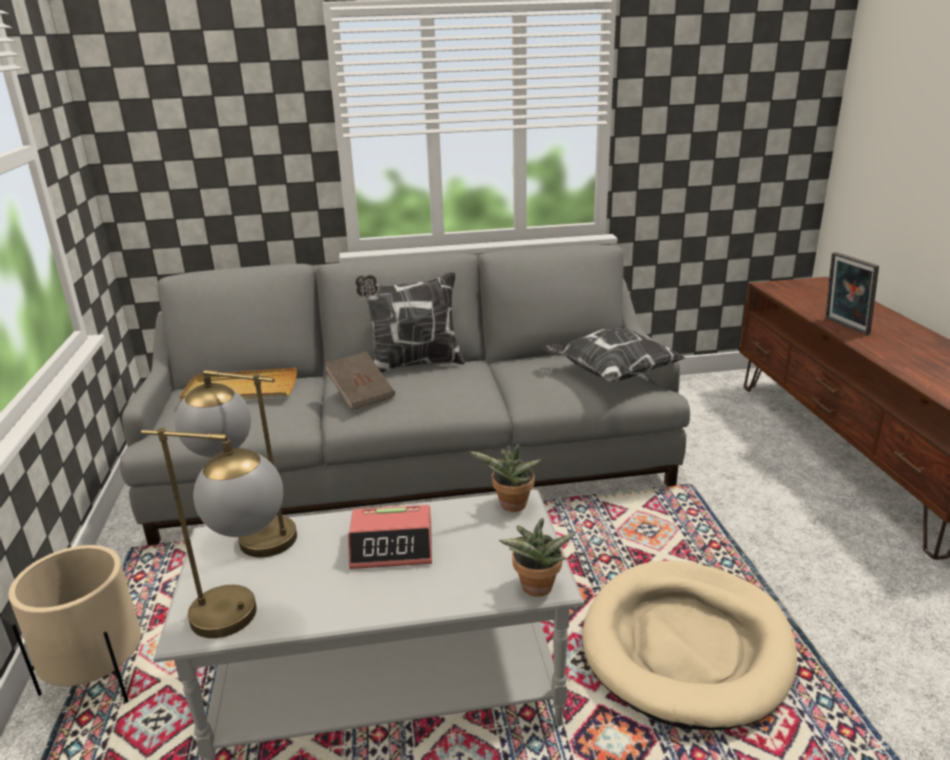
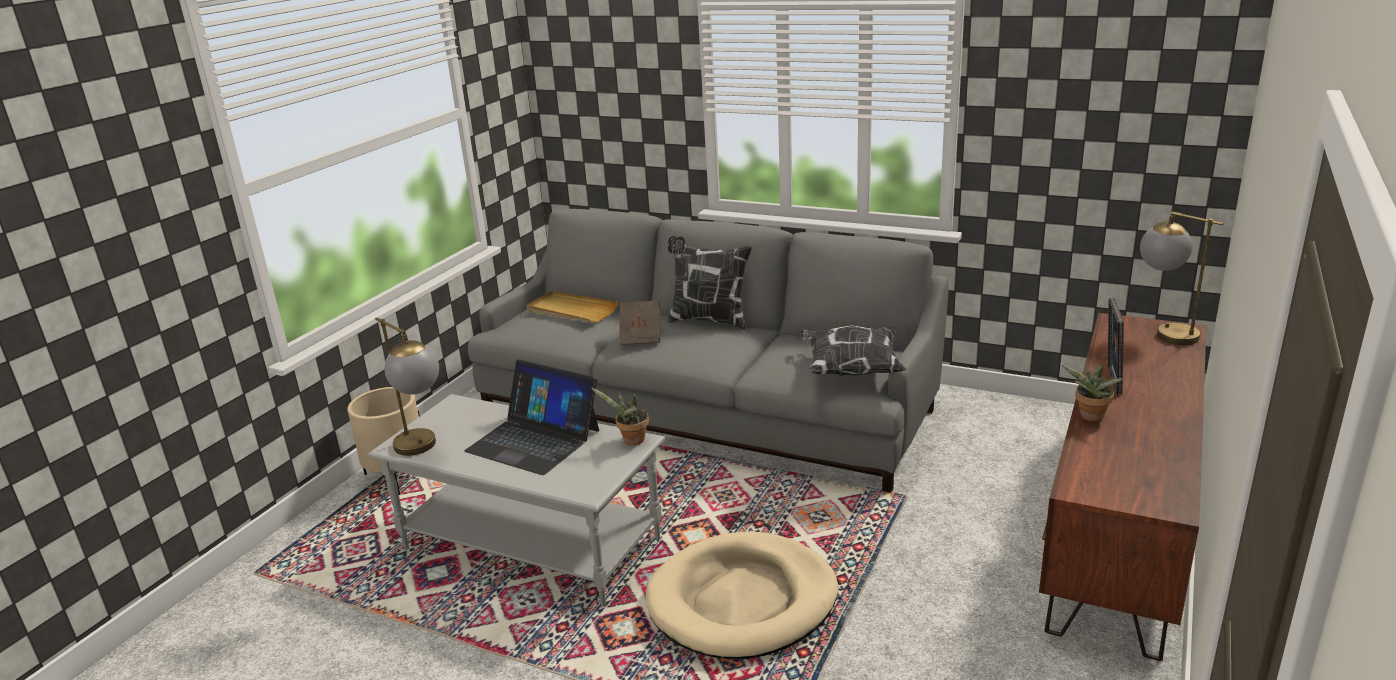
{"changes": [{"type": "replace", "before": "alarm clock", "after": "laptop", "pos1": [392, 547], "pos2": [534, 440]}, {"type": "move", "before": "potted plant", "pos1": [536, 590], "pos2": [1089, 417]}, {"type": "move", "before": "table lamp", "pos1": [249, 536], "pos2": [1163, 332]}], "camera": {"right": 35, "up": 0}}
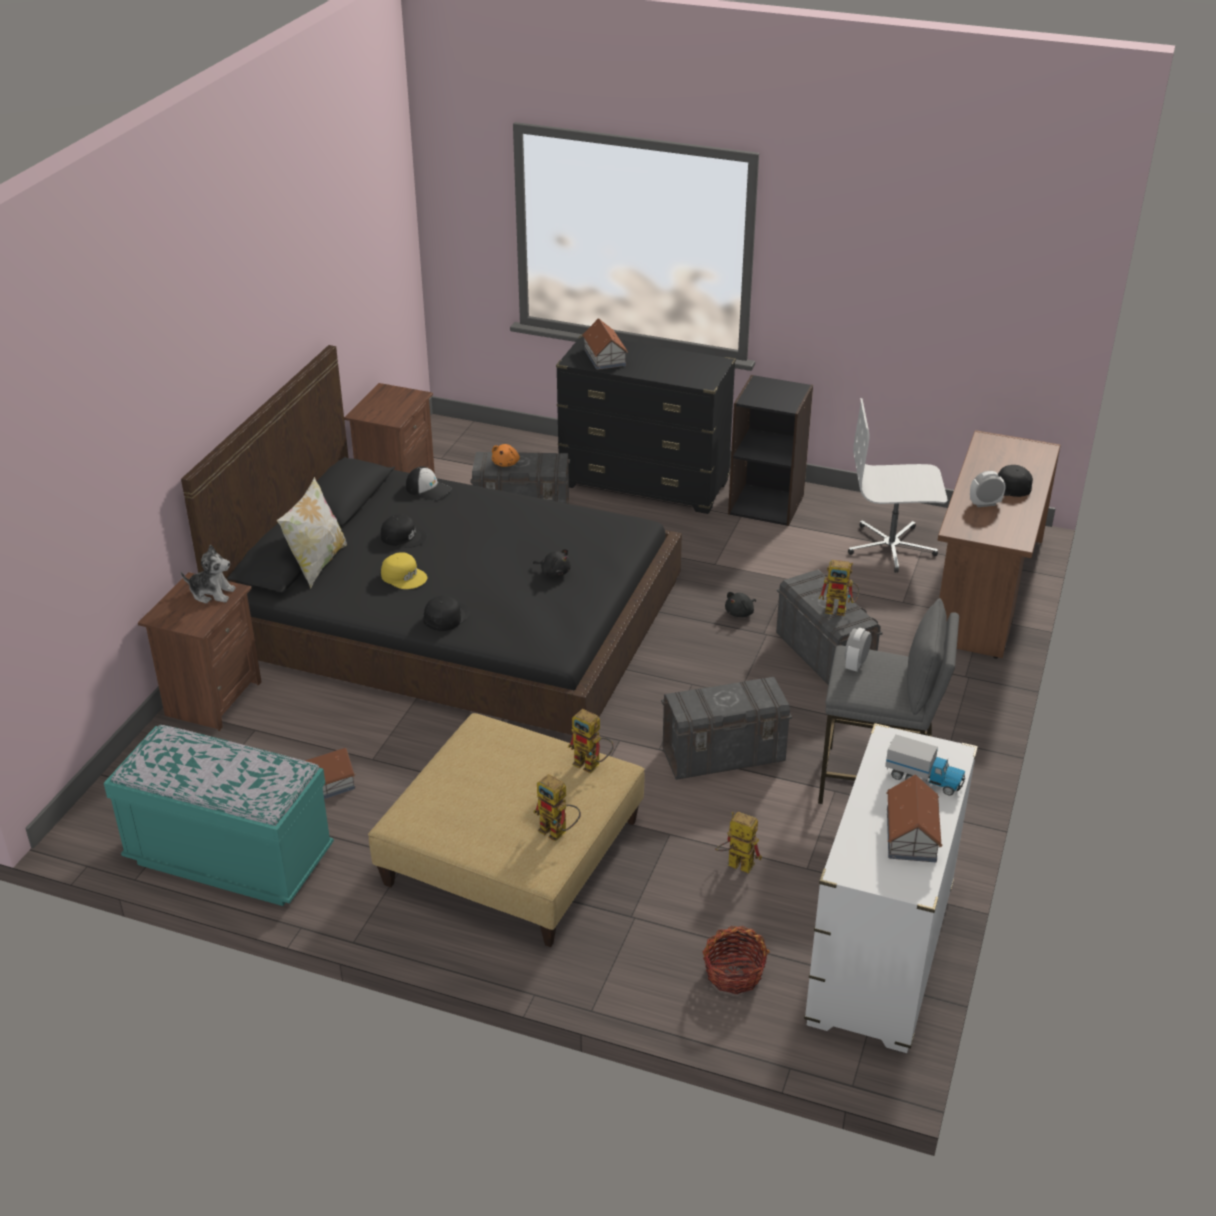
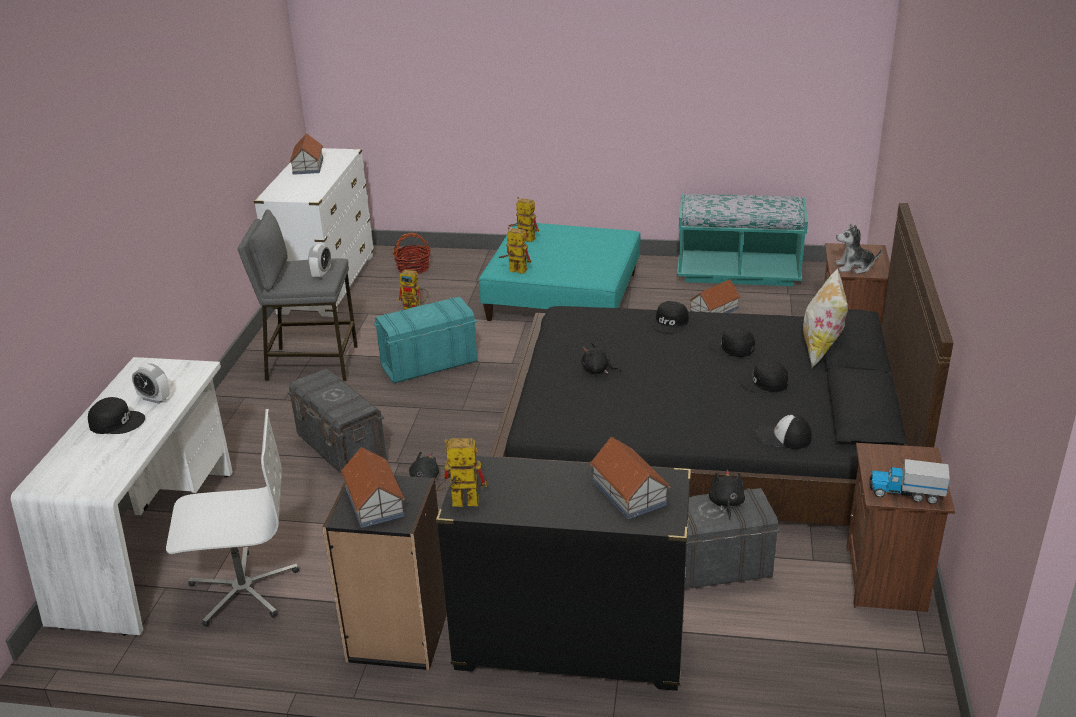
{"changes": [{"type": "recolor", "before": "brown desk", "after": "white desk", "pos1": [984, 591], "pos2": [152, 544]}, {"type": "rotate", "before": "alarm clock", "pos1": [985, 504], "pos2": [154, 399], "turn": 45}, {"type": "insert", "after": "toy house", "pos2": [374, 501]}, {"type": "recolor", "before": "grey storage box", "after": "turquoise storage box", "pos1": [724, 756], "pos2": [428, 364]}, {"type": "move", "before": "toy robot", "pos1": [840, 609], "pos2": [458, 503]}, {"type": "recolor", "before": "beige ottoman", "after": "turquoise ottoman", "pos1": [513, 852], "pos2": [562, 297]}, {"type": "recolor", "before": "yellow cap", "after": "black cap", "pos1": [404, 576], "pos2": [732, 347]}, {"type": "recolor", "before": "orange plush toy", "after": "black plush toy", "pos1": [506, 463], "pos2": [726, 503]}, {"type": "move", "before": "toy truck", "pos1": [924, 779], "pos2": [906, 493]}], "camera": {"right": 170, "up": -5}}
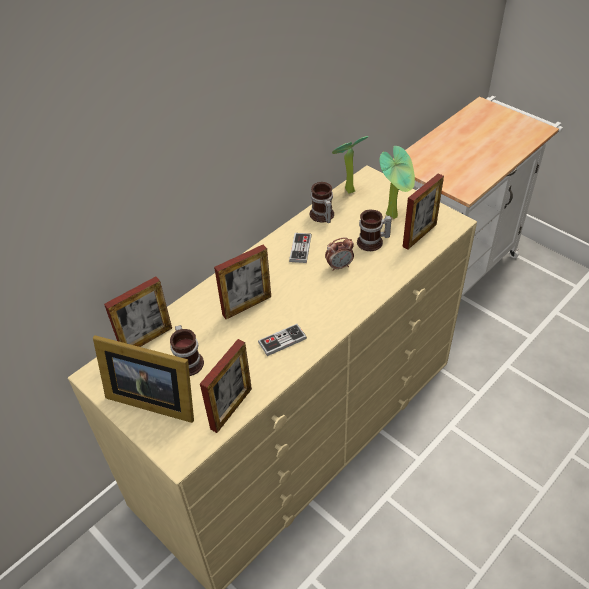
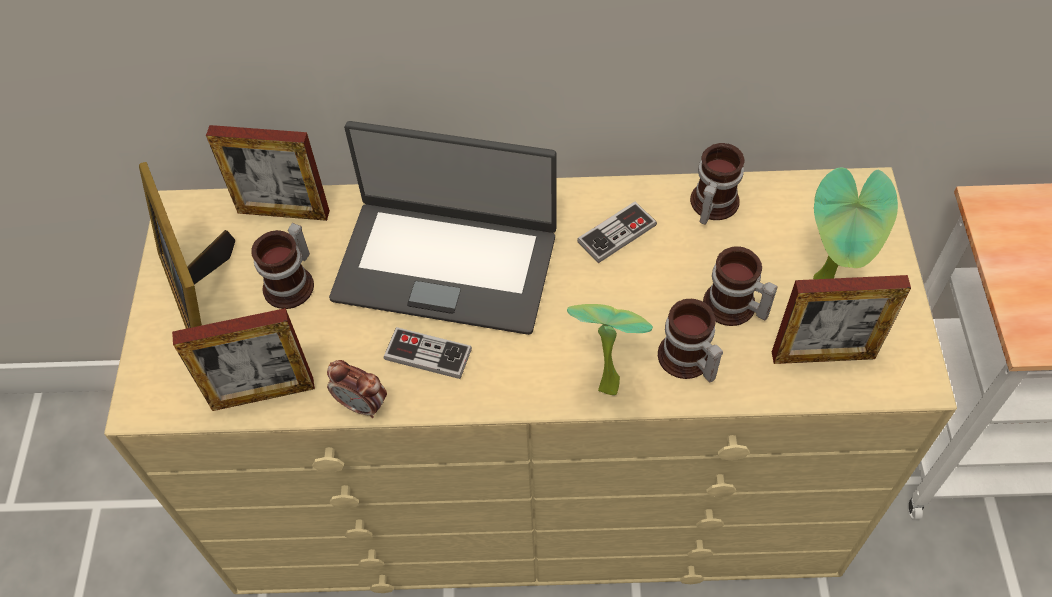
{"changes": [{"type": "move", "before": "alarm clock", "pos1": [339, 266], "pos2": [362, 405]}, {"type": "replace", "before": "picture frame", "after": "laptop", "pos1": [247, 306], "pos2": [446, 264]}, {"type": "move", "before": "potted plant", "pos1": [347, 190], "pos2": [606, 380]}, {"type": "insert", "after": "mug", "pos2": [686, 361]}], "camera": {"right": 45, "up": 10}}
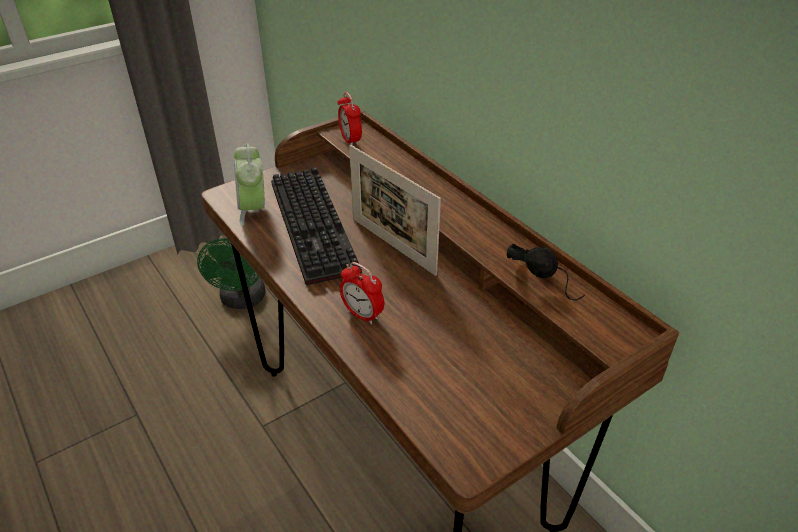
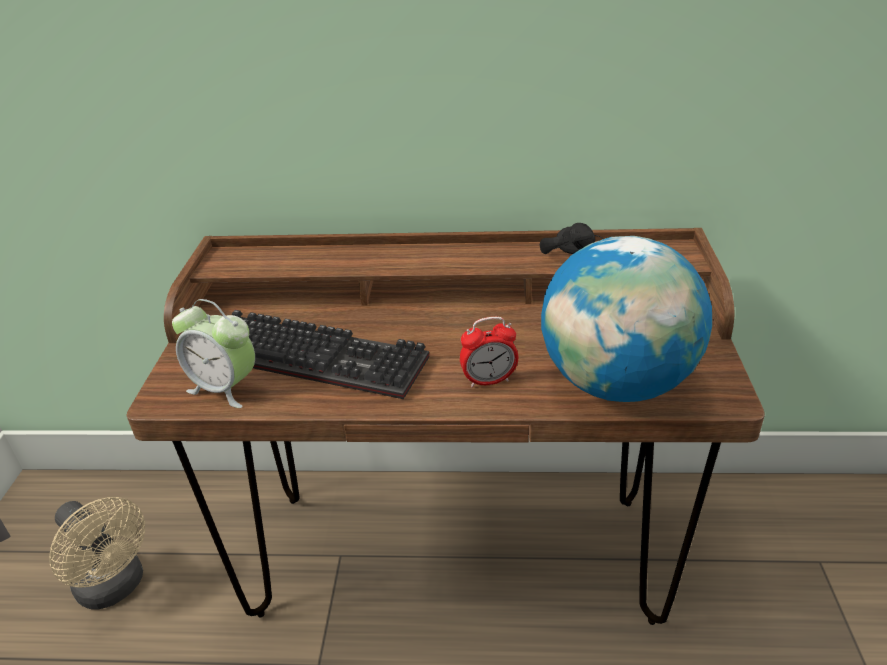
{"changes": [{"type": "recolor", "before": "green fan", "after": "beige fan", "pos1": [242, 300], "pos2": [116, 587]}, {"type": "insert", "after": "globe", "pos2": [616, 383]}, {"type": "delete", "before": "alarm clock", "pos1": [350, 140]}, {"type": "delete", "before": "picture frame", "pos1": [393, 245]}], "camera": {"right": -50, "up": -5}}
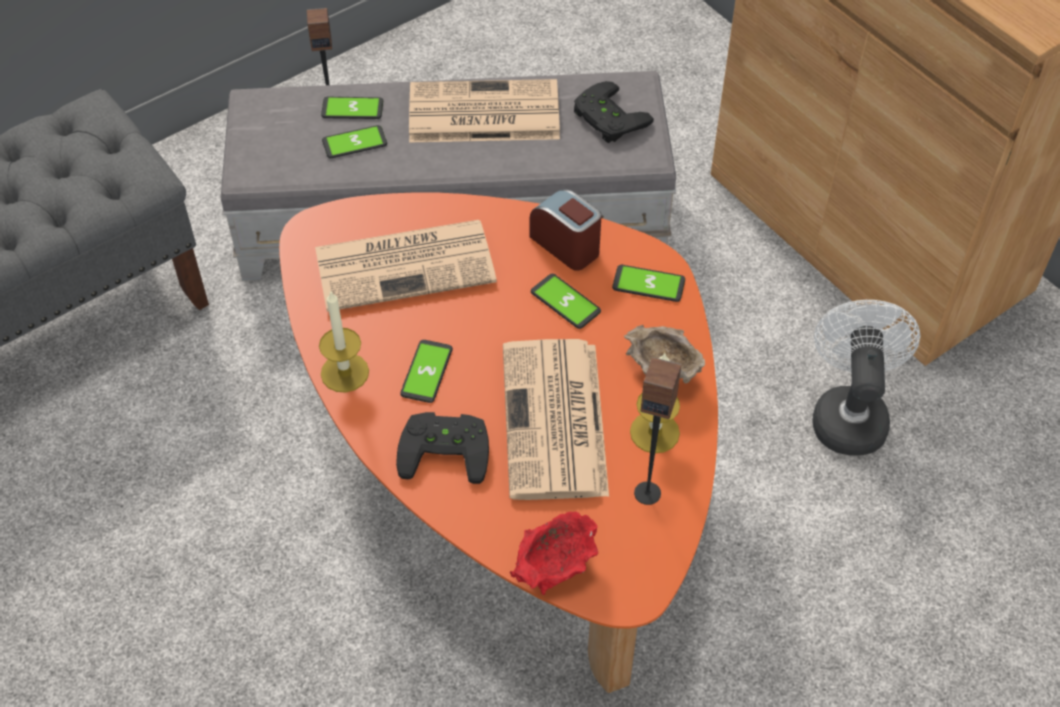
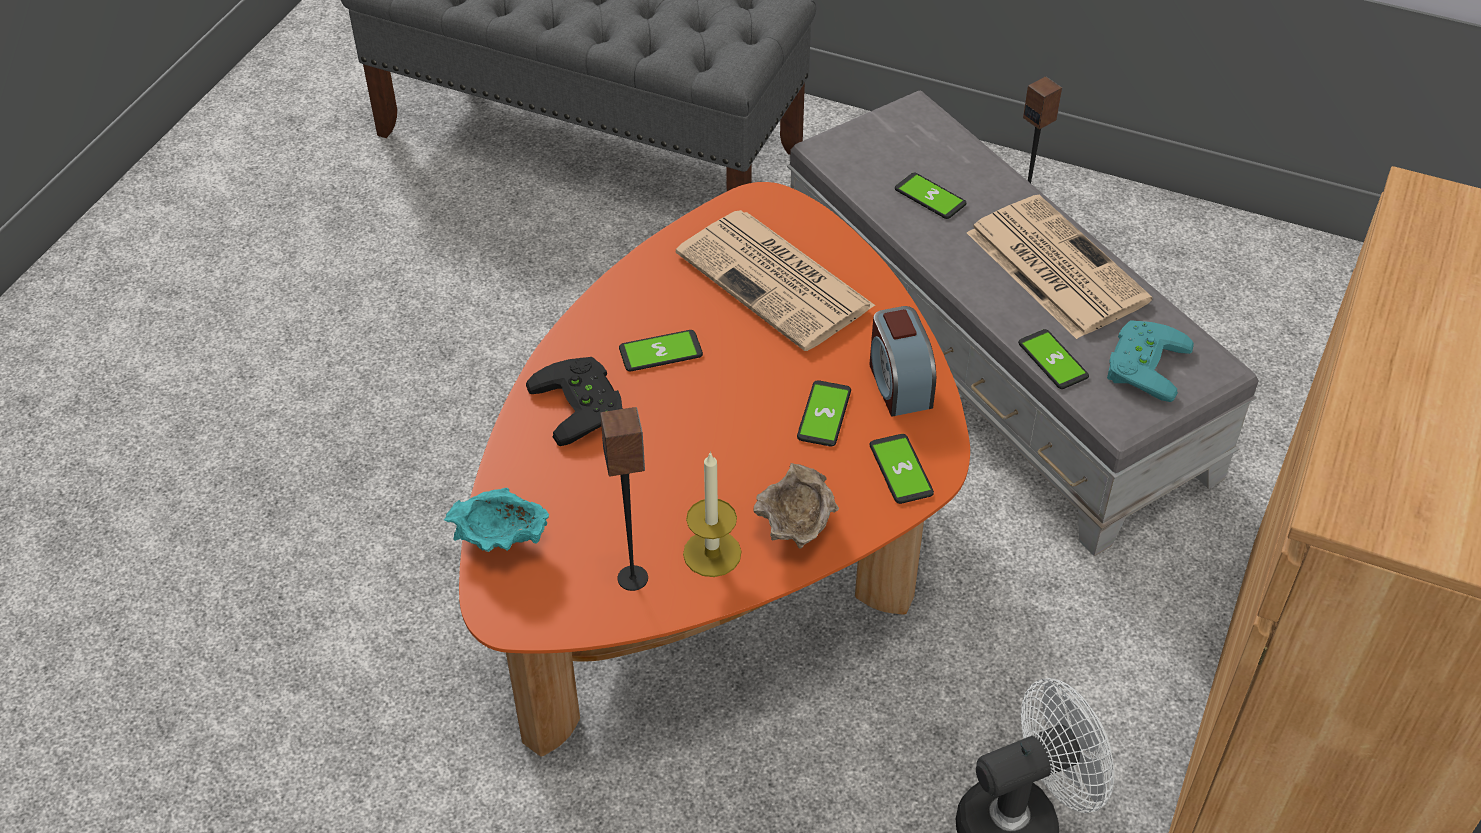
{"changes": [{"type": "recolor", "before": "red bowl", "after": "turquoise bowl", "pos1": [554, 566], "pos2": [501, 541]}, {"type": "rotate", "before": "alarm clock", "pos1": [566, 245], "pos2": [898, 383], "turn": 150}, {"type": "move", "before": "phone", "pos1": [352, 109], "pos2": [1052, 360]}, {"type": "recolor", "before": "black game controller", "after": "turquoise game controller", "pos1": [606, 119], "pos2": [1141, 363]}, {"type": "delete", "before": "candle", "pos1": [345, 372]}, {"type": "delete", "before": "newspaper", "pos1": [555, 422]}], "camera": {"right": 60, "up": -5}}
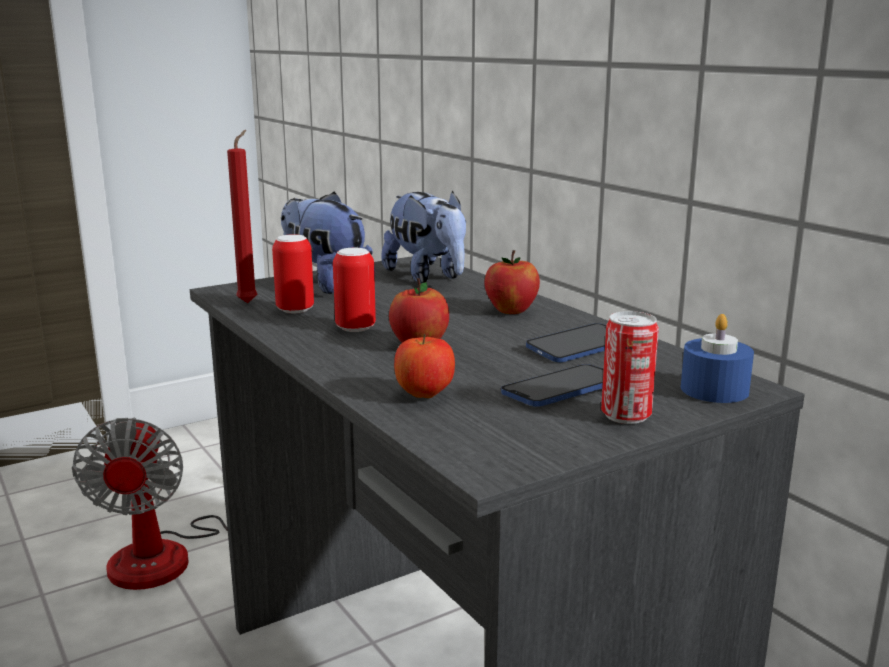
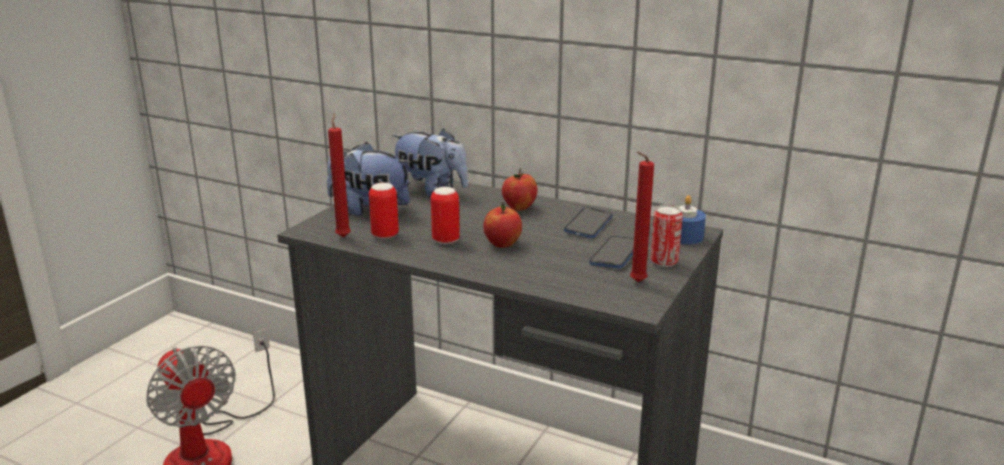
{"changes": [{"type": "insert", "after": "red candle", "pos2": [635, 283]}, {"type": "delete", "before": "apple", "pos1": [424, 395]}], "camera": {"right": -30, "up": 5}}
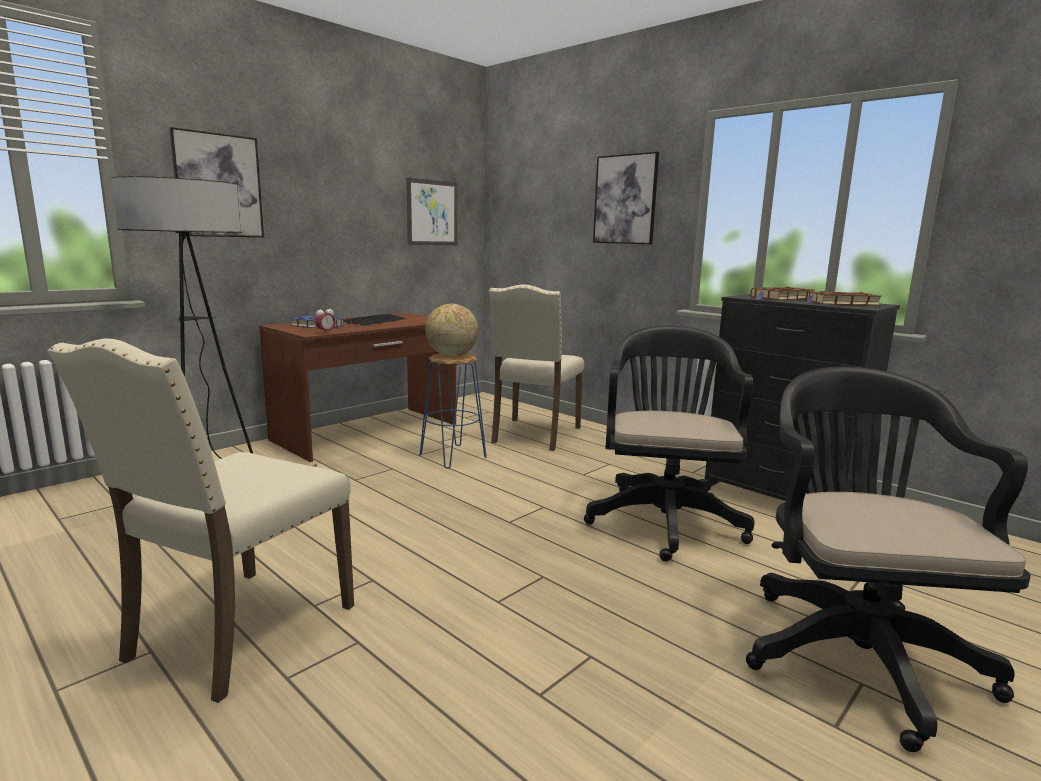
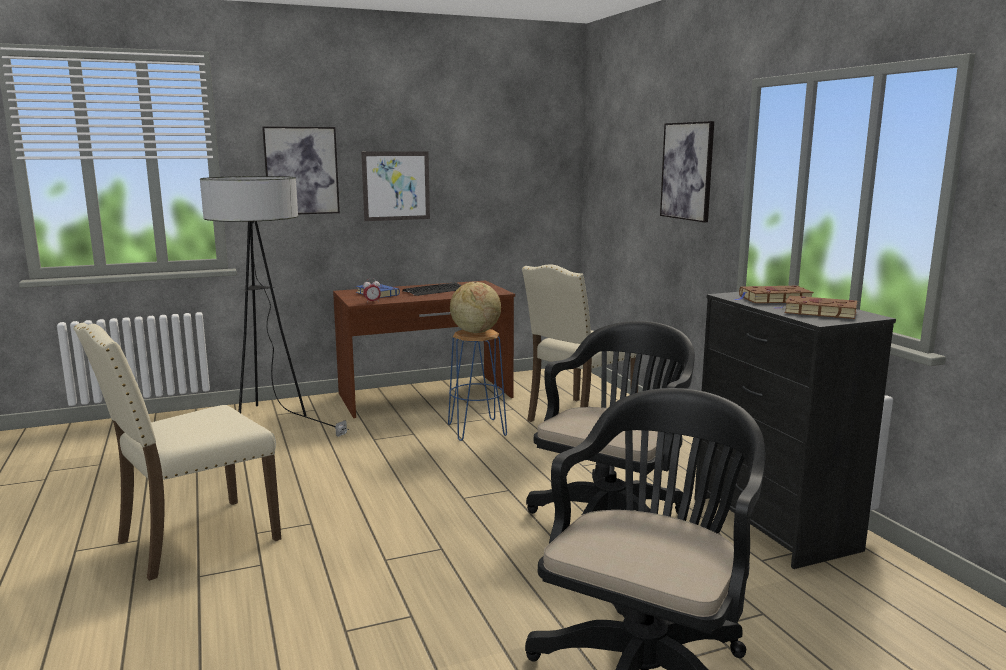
{"changes": [{"type": "move", "before": "picture", "pos1": [432, 213], "pos2": [396, 186]}], "camera": {"right": 25, "up": 0}}
